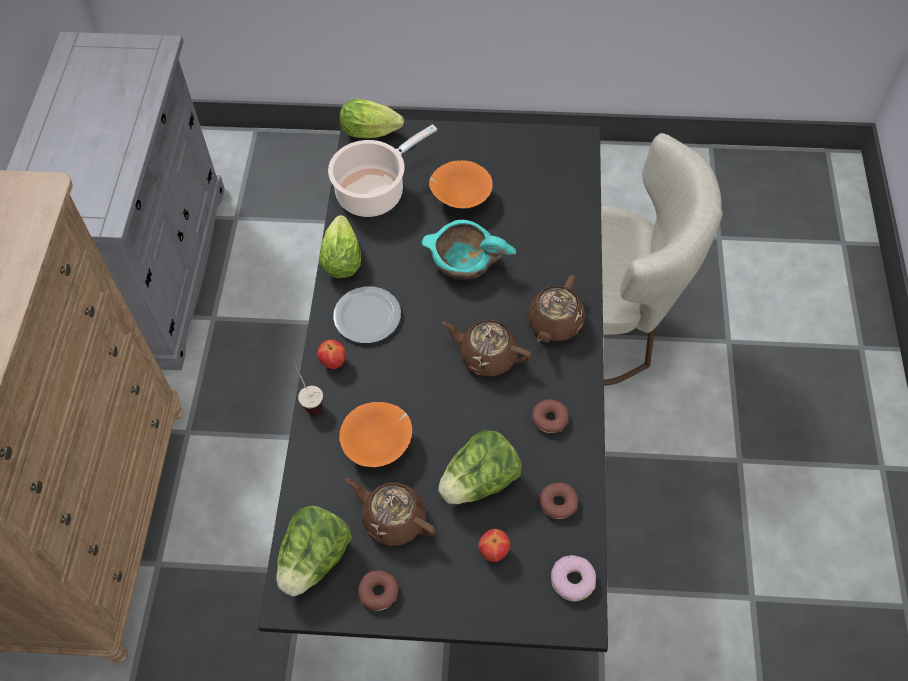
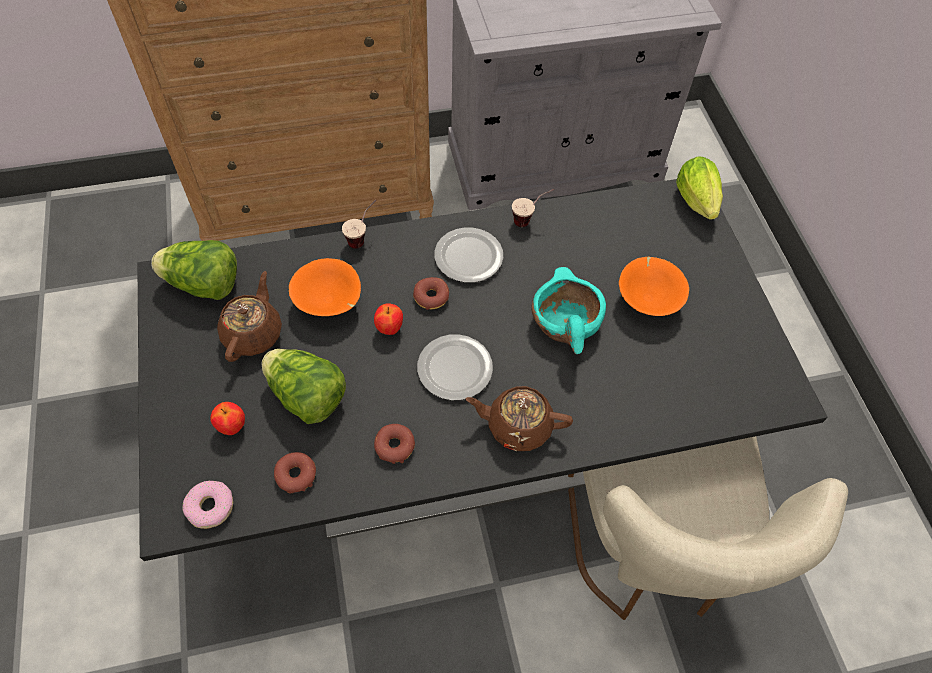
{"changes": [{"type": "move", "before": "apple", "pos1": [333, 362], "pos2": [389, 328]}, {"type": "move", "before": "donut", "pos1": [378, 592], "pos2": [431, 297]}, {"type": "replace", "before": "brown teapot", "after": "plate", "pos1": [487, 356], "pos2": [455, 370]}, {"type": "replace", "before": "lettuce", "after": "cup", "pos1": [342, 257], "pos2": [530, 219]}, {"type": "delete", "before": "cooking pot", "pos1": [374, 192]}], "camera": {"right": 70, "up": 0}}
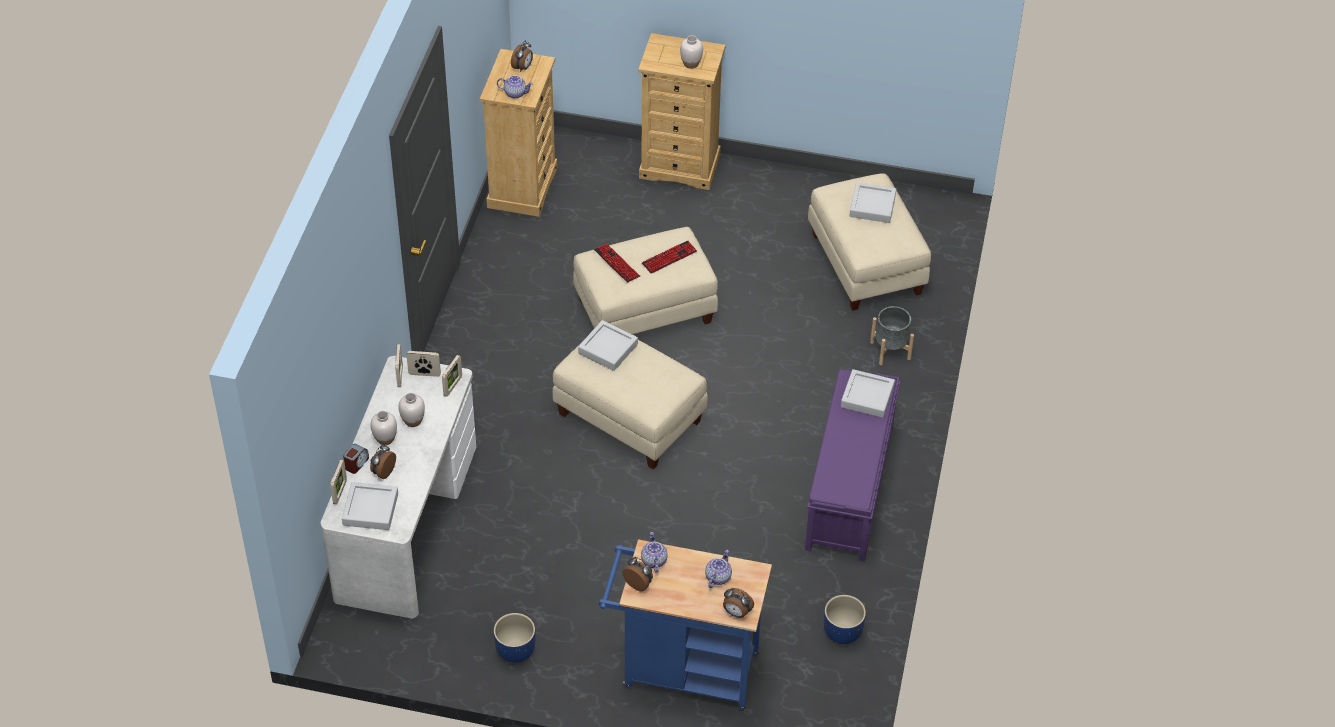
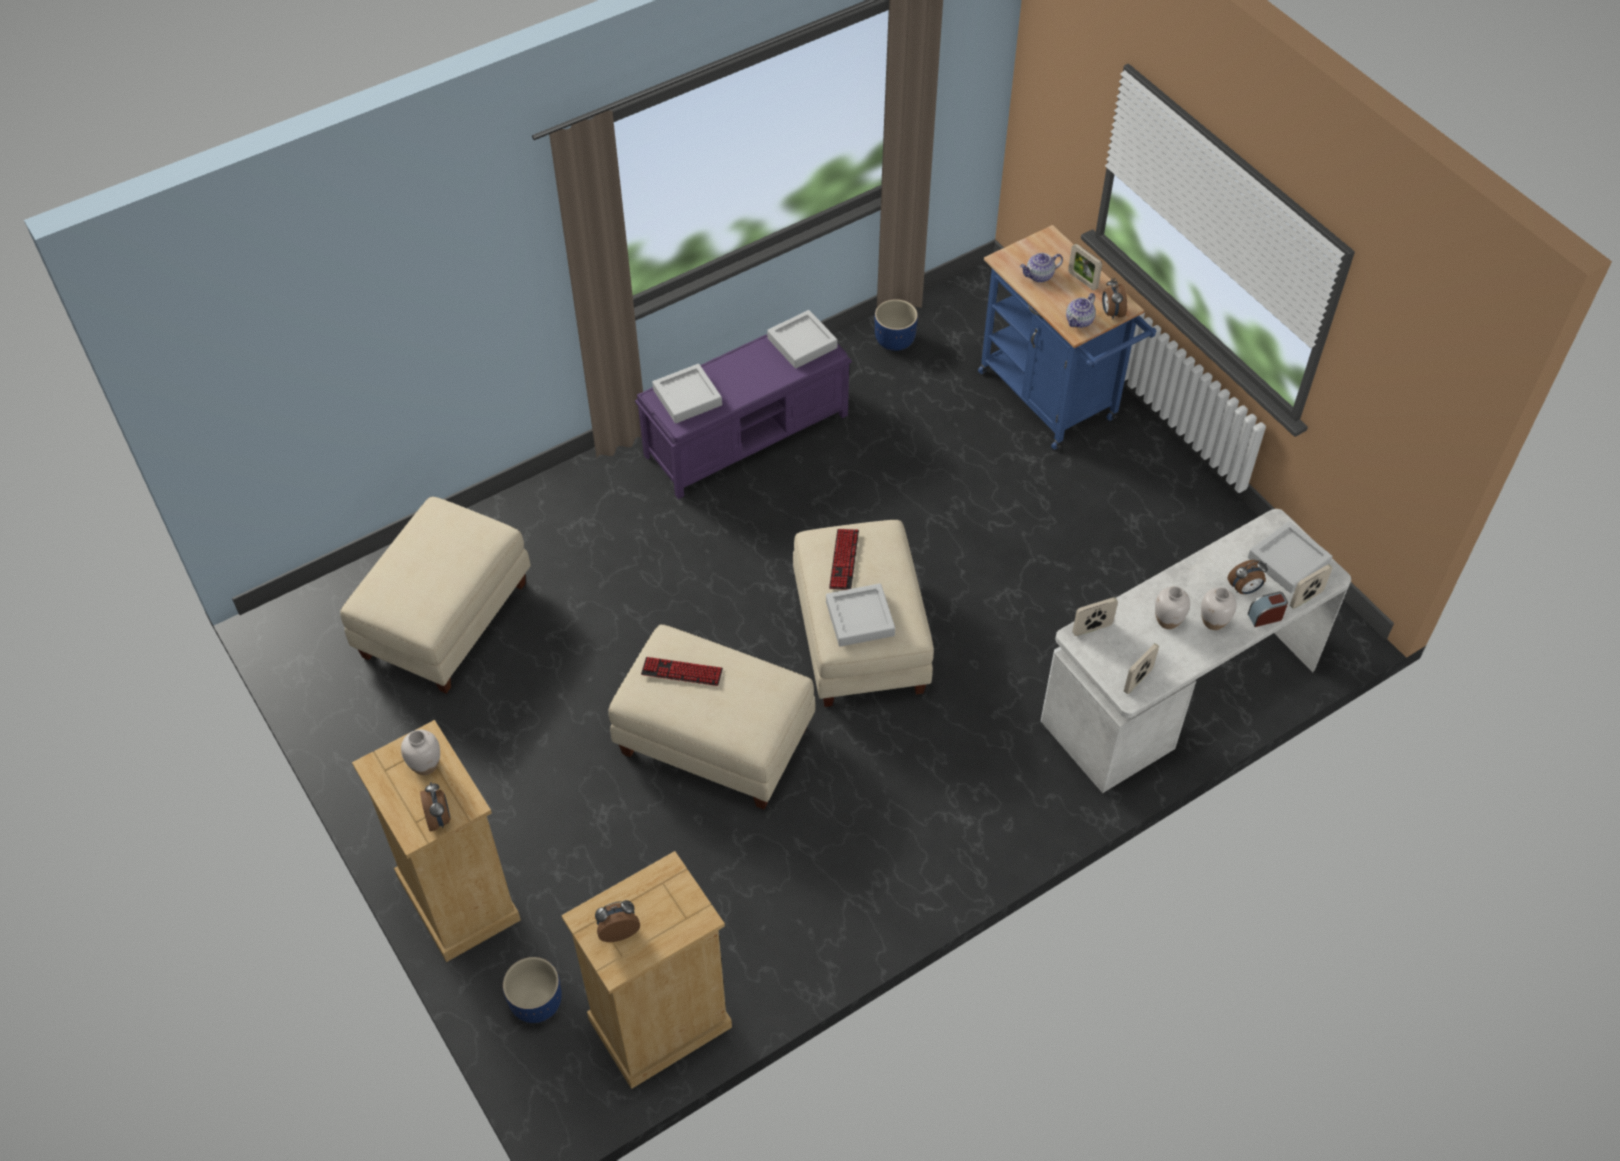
{"changes": [{"type": "move", "before": "alarm clock", "pos1": [736, 613], "pos2": [439, 818]}, {"type": "move", "before": "blue planter", "pos1": [515, 650], "pos2": [536, 1003]}, {"type": "move", "before": "grey tray", "pos1": [872, 206], "pos2": [802, 343]}, {"type": "move", "before": "keyboard", "pos1": [617, 264], "pos2": [844, 560]}, {"type": "move", "before": "picture frame", "pos1": [424, 374], "pos2": [1082, 280]}, {"type": "delete", "before": "teapot", "pos1": [515, 93]}, {"type": "delete", "before": "grey planter", "pos1": [890, 350]}], "camera": {"right": -135, "up": 5}}
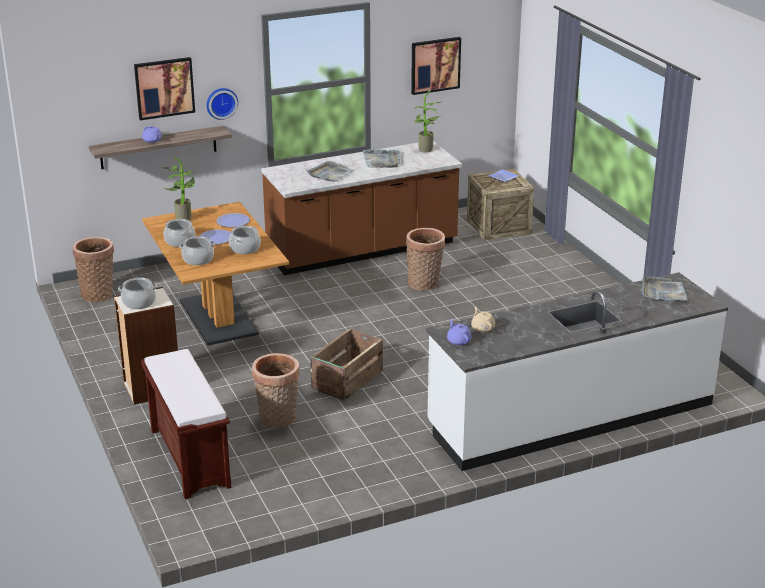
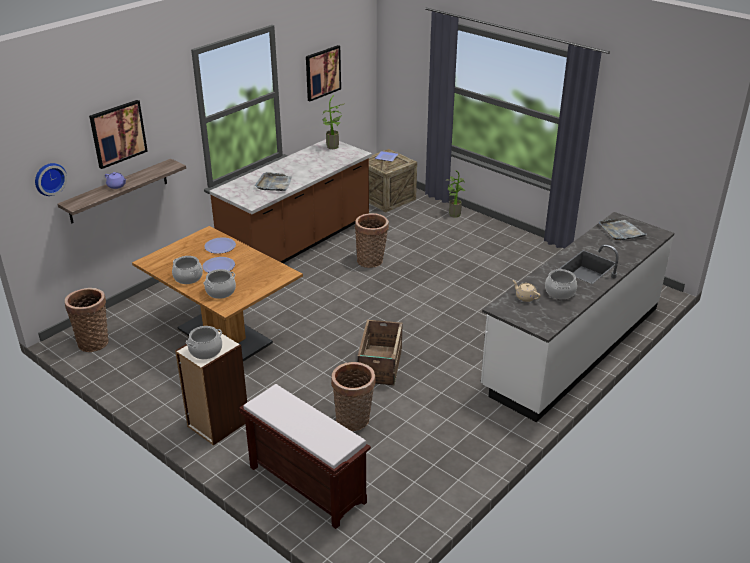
{"changes": [{"type": "move", "before": "wall clock", "pos1": [221, 103], "pos2": [49, 178]}, {"type": "move", "before": "potted plant", "pos1": [184, 218], "pos2": [453, 214]}, {"type": "move", "before": "cooking pot", "pos1": [245, 248], "pos2": [559, 292]}, {"type": "delete", "before": "grey tray", "pos1": [382, 160]}, {"type": "delete", "before": "purple teapot", "pos1": [458, 341]}], "camera": {"right": -25, "up": 5}}
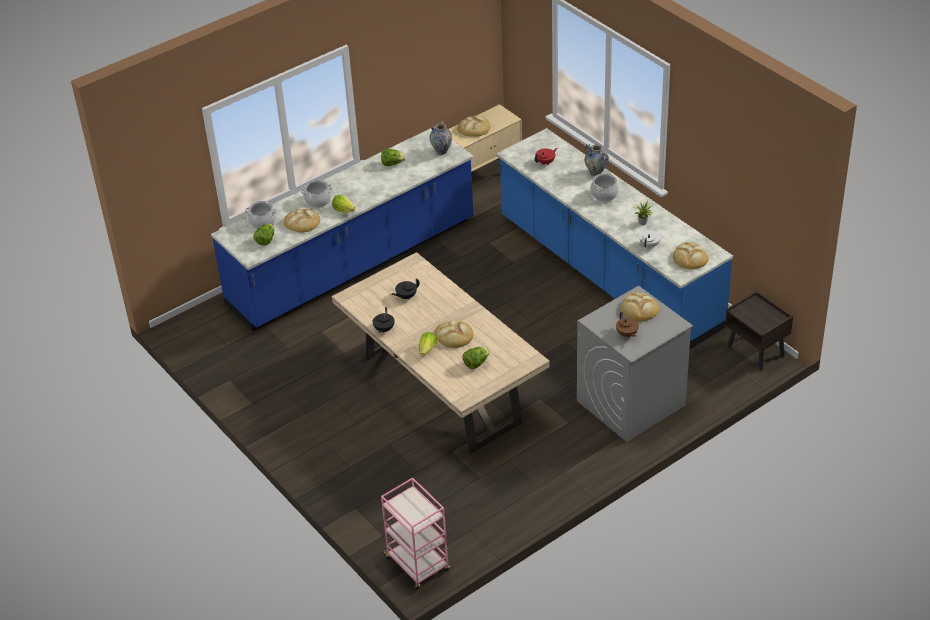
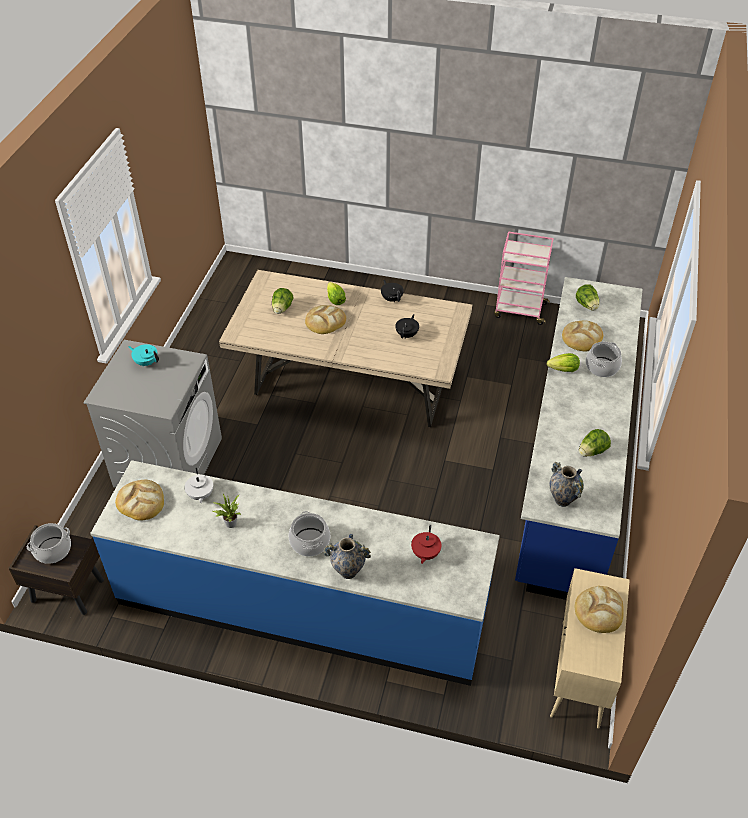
{"changes": [{"type": "move", "before": "cooking pot", "pos1": [262, 222], "pos2": [53, 550]}, {"type": "recolor", "before": "brown teapot", "after": "turquoise teapot", "pos1": [627, 334], "pos2": [146, 362]}, {"type": "move", "before": "pink cart", "pos1": [418, 565], "pos2": [519, 310]}, {"type": "delete", "before": "bread", "pos1": [639, 309]}], "camera": {"right": 140, "up": 5}}
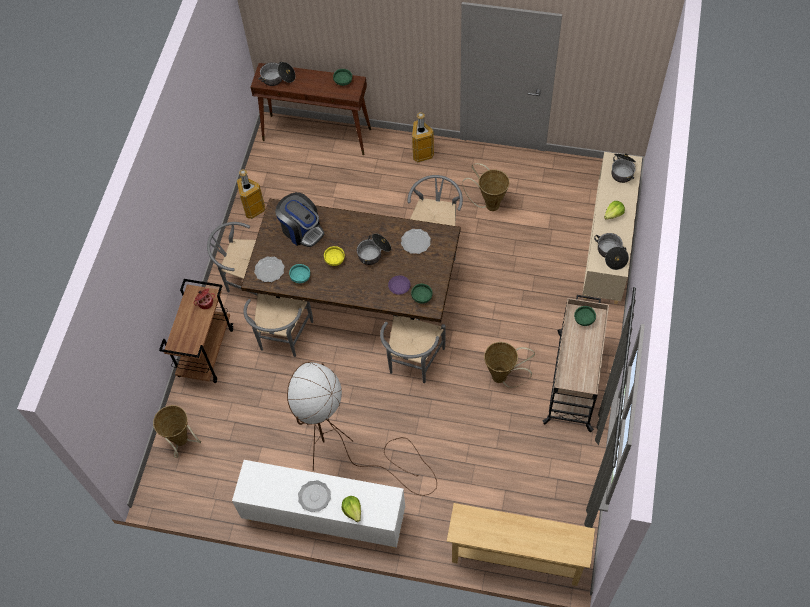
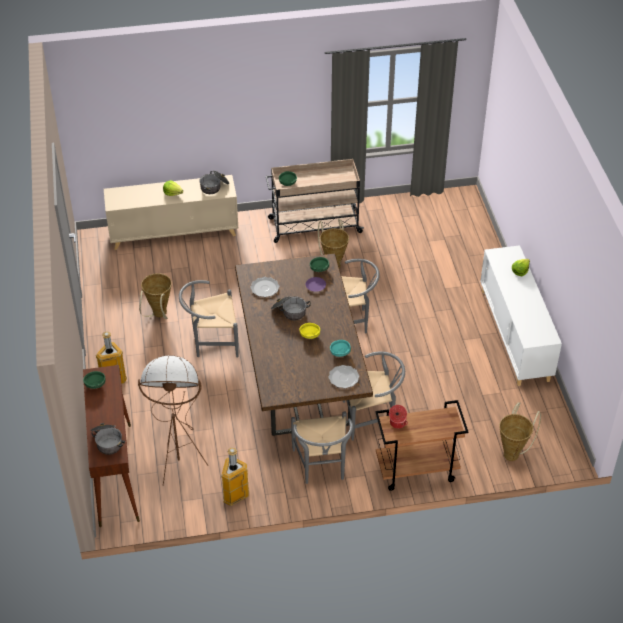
{"changes": [{"type": "move", "before": "brown floor lamp", "pos1": [347, 452], "pos2": [179, 447]}, {"type": "delete", "before": "coffee machine", "pos1": [302, 230]}, {"type": "delete", "before": "plate", "pos1": [314, 496]}, {"type": "delete", "before": "beige console table", "pos1": [516, 559]}, {"type": "delete", "before": "cooking pot", "pos1": [622, 170]}], "camera": {"right": -115, "up": -15}}
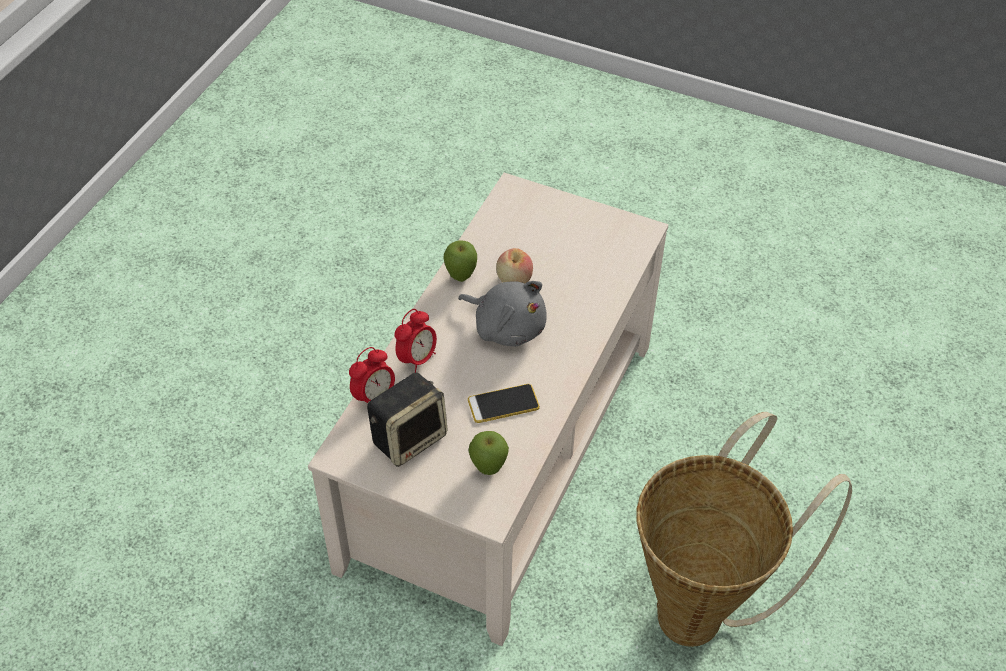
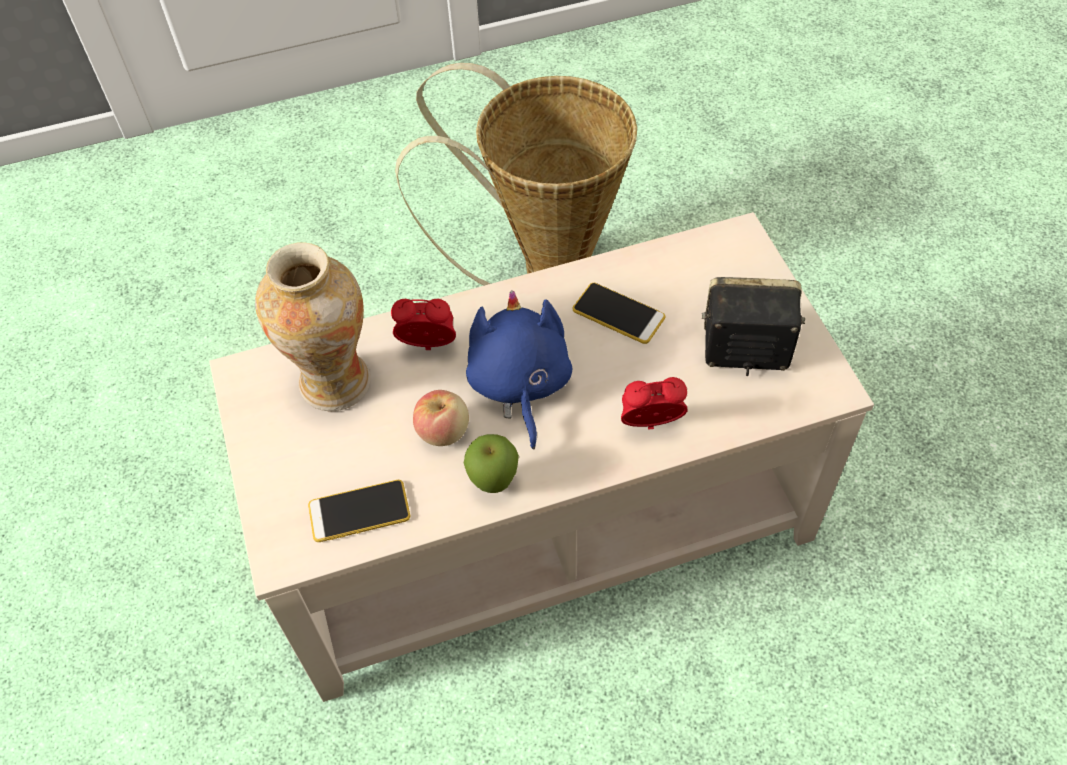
{"changes": [{"type": "insert", "after": "vase", "pos2": [335, 383]}, {"type": "insert", "after": "phone", "pos2": [359, 511]}, {"type": "move", "before": "alarm clock", "pos1": [374, 397], "pos2": [428, 347]}, {"type": "recolor", "before": "grey plush toy", "after": "blue plush toy", "pos1": [506, 327], "pos2": [519, 385]}, {"type": "delete", "before": "apple", "pos1": [488, 469]}], "camera": {"right": -130, "up": 5}}
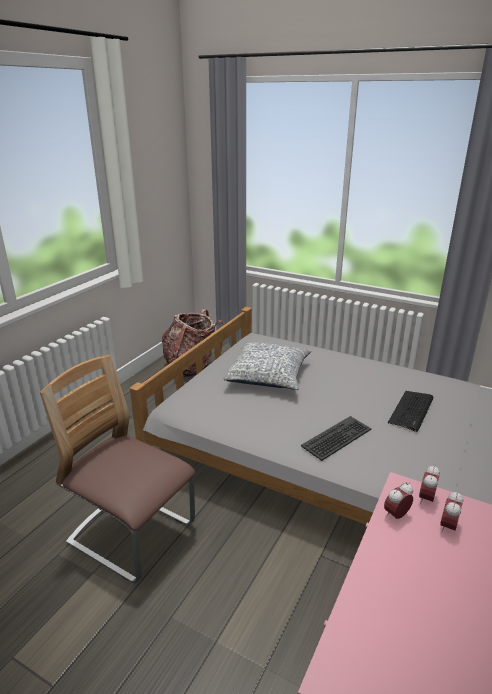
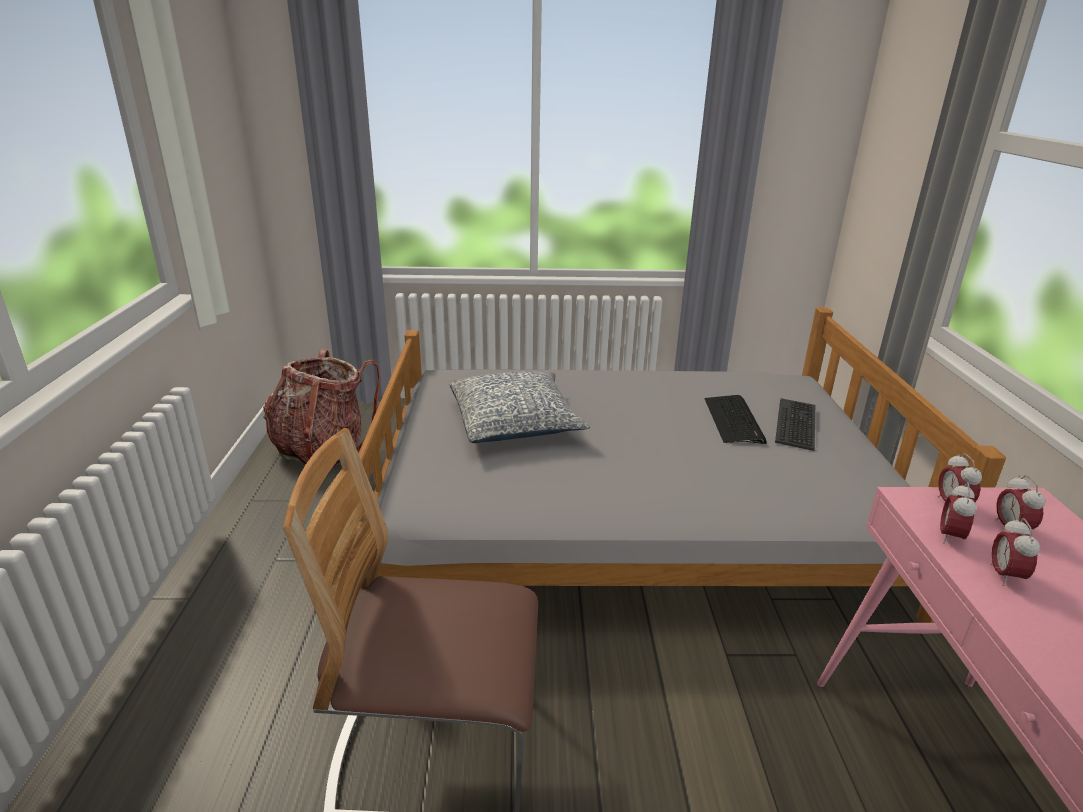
{"changes": [{"type": "move", "before": "keyboard", "pos1": [337, 438], "pos2": [796, 424]}, {"type": "insert", "after": "alarm clock", "pos2": [1004, 576]}], "camera": {"right": -30, "up": 0}}
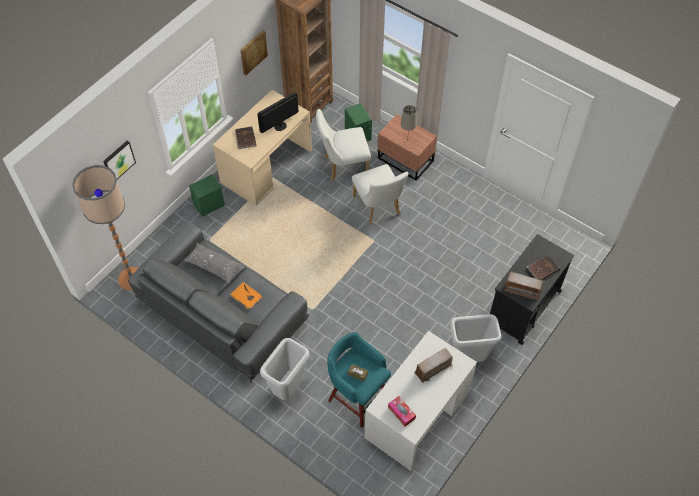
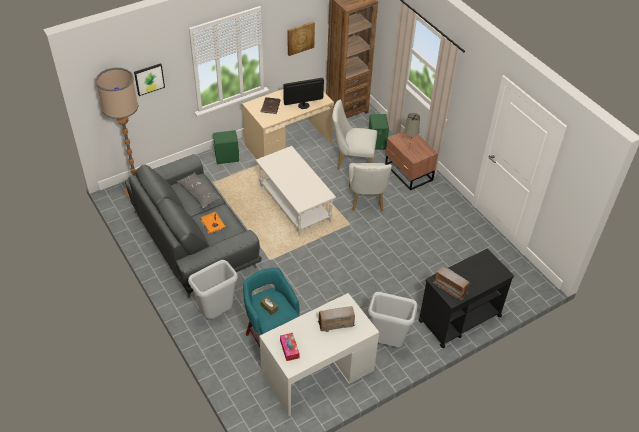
{"changes": [{"type": "insert", "after": "white coffee table", "pos2": [294, 205]}, {"type": "delete", "before": "brown book", "pos1": [542, 269]}], "camera": {"right": 20, "up": -10}}
